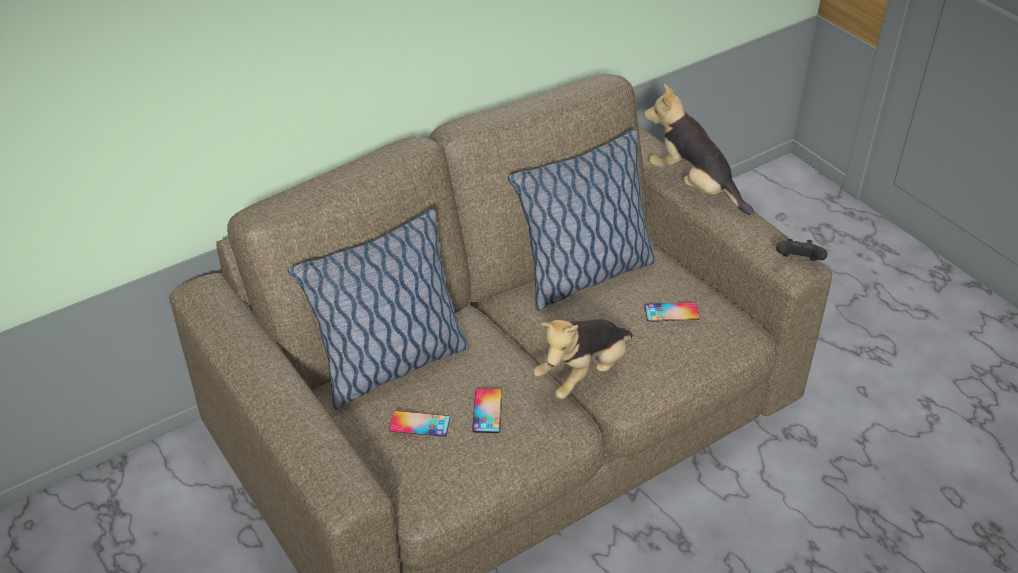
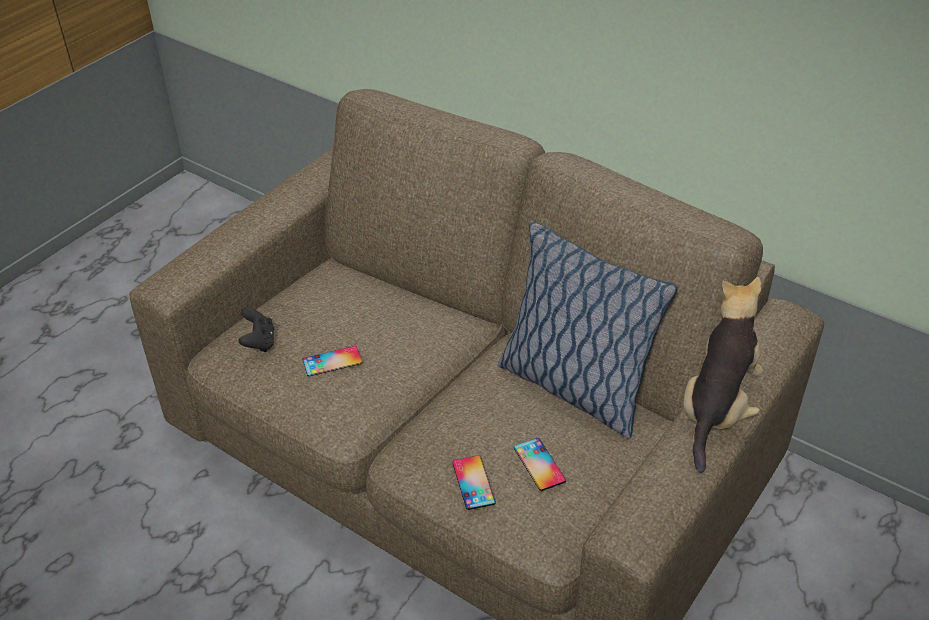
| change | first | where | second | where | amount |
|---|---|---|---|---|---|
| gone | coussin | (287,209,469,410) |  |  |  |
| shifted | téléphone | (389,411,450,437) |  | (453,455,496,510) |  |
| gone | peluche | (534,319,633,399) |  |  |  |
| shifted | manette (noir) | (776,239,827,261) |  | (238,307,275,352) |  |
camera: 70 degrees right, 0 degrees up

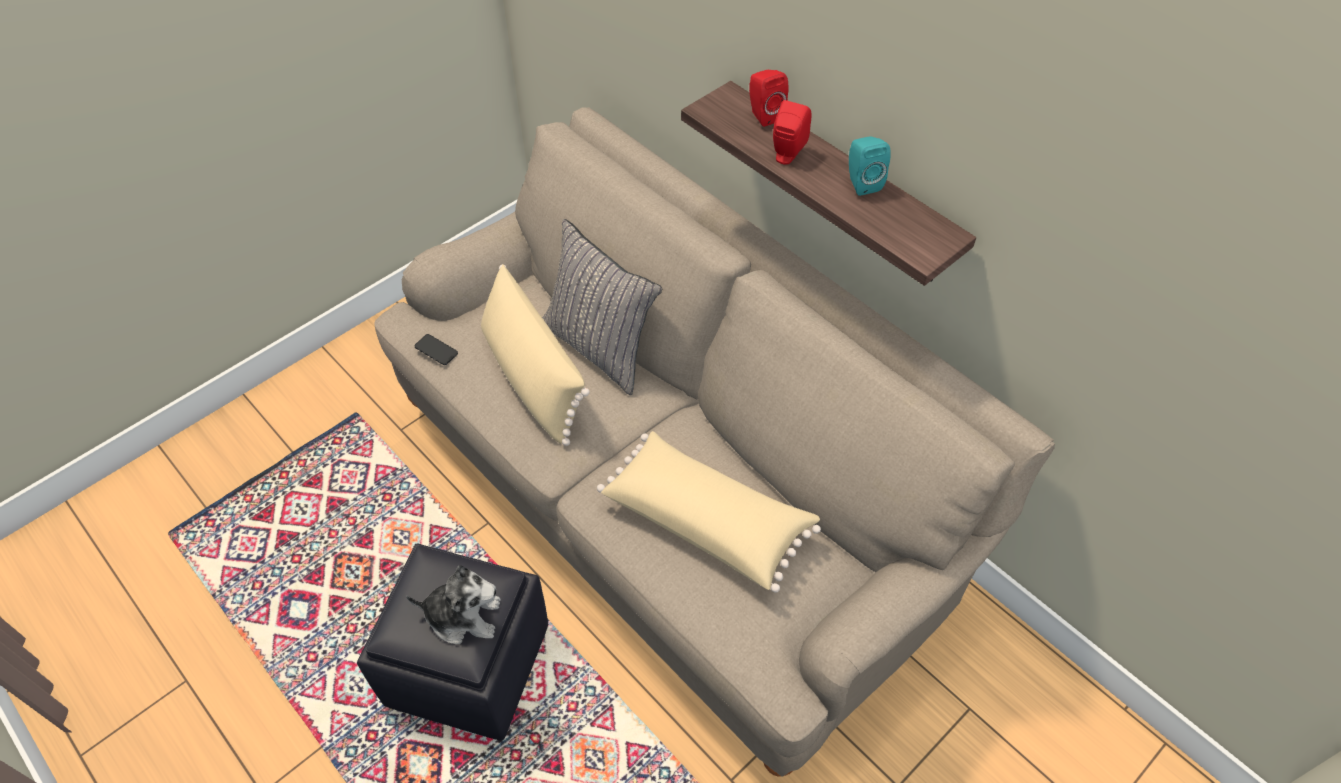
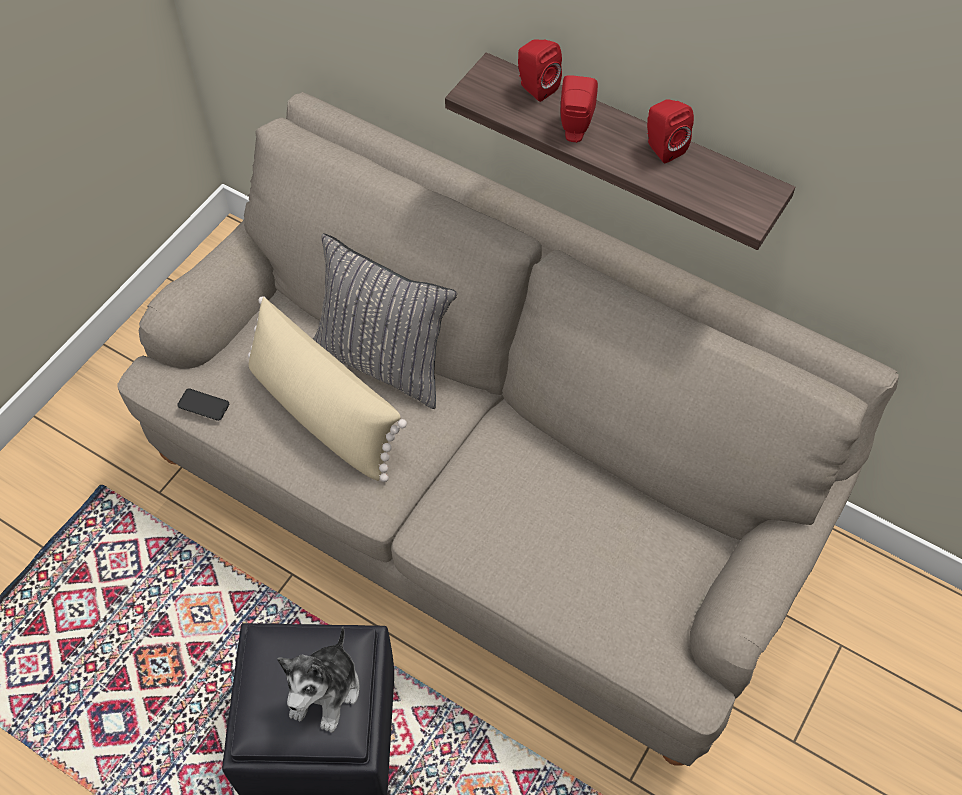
| change | first | where | second | where | amount |
|---|---|---|---|---|---|
| rotated | peluche | (406,565,501,644) |  | (277,627,359,733) | 120 degrees clockwise |
| gone | coussin (beige) | (597,431,821,593) |  |  |  |
| repainted | enceinte (turquoise) | (849,137,891,196) | enceinte (rouge) | (647,99,694,163) |  |
camera: 15 degrees left, 5 degrees up

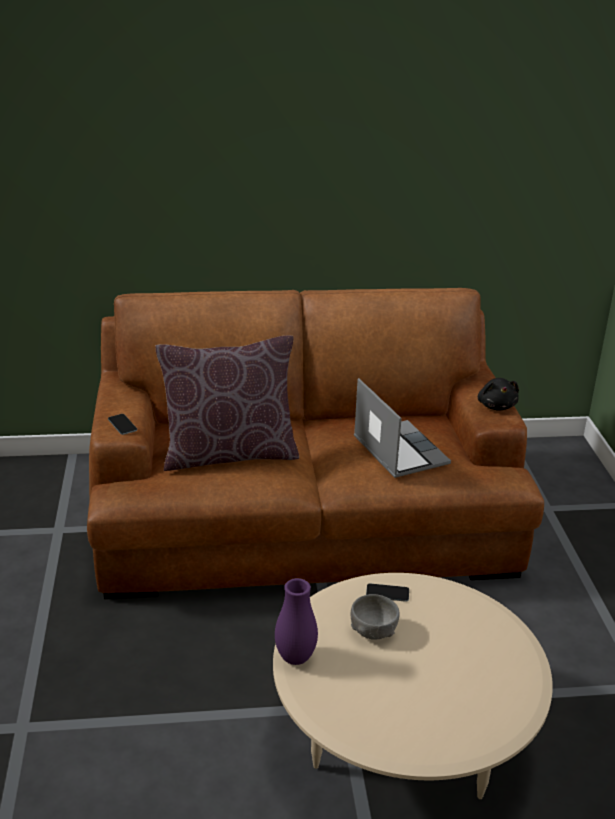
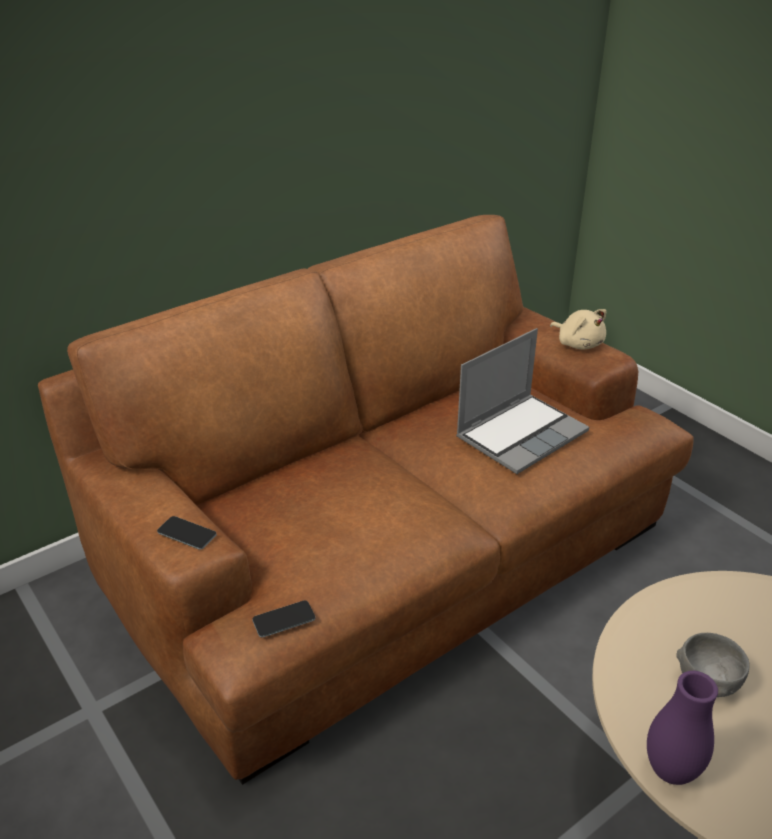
| change | first | where | second | where | amount |
|---|---|---|---|---|---|
| gone | coussin (marron) | (155,336,299,471) |  |  |  |
| rotated | ordinateur portable | (354,378,451,478) |  | (456,328,589,474) | 105 degrees clockwise |
| shifted | téléphone | (366,583,409,602) |  | (252,600,315,638) |  |
| repainted | peluche (noir) | (478,378,519,411) | peluche (beige) | (550,309,606,350) |  |
camera: 30 degrees left, 5 degrees up

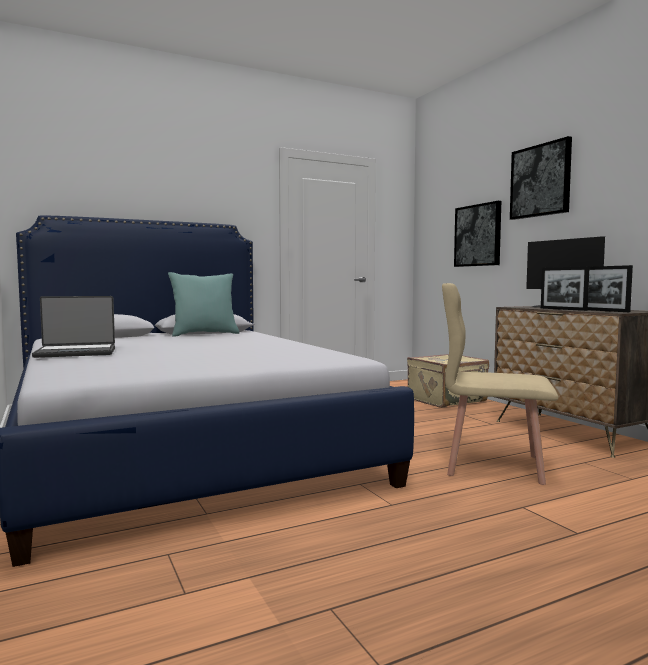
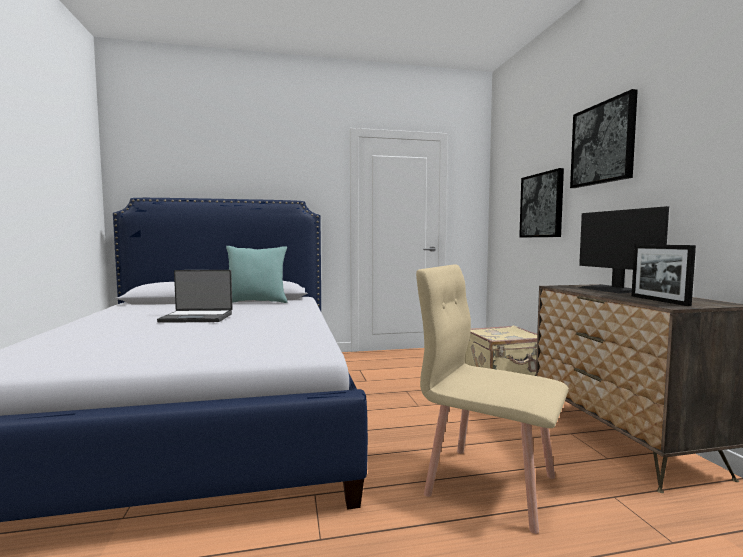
| change | first | where | second | where | amount |
|---|---|---|---|---|---|
| shifted | ordinateur portable | (32,296,115,358) |  | (157,270,233,323) |  |
| gone | cadre photo | (541,266,590,311) |  |  |  |
camera: 15 degrees right, 0 degrees up

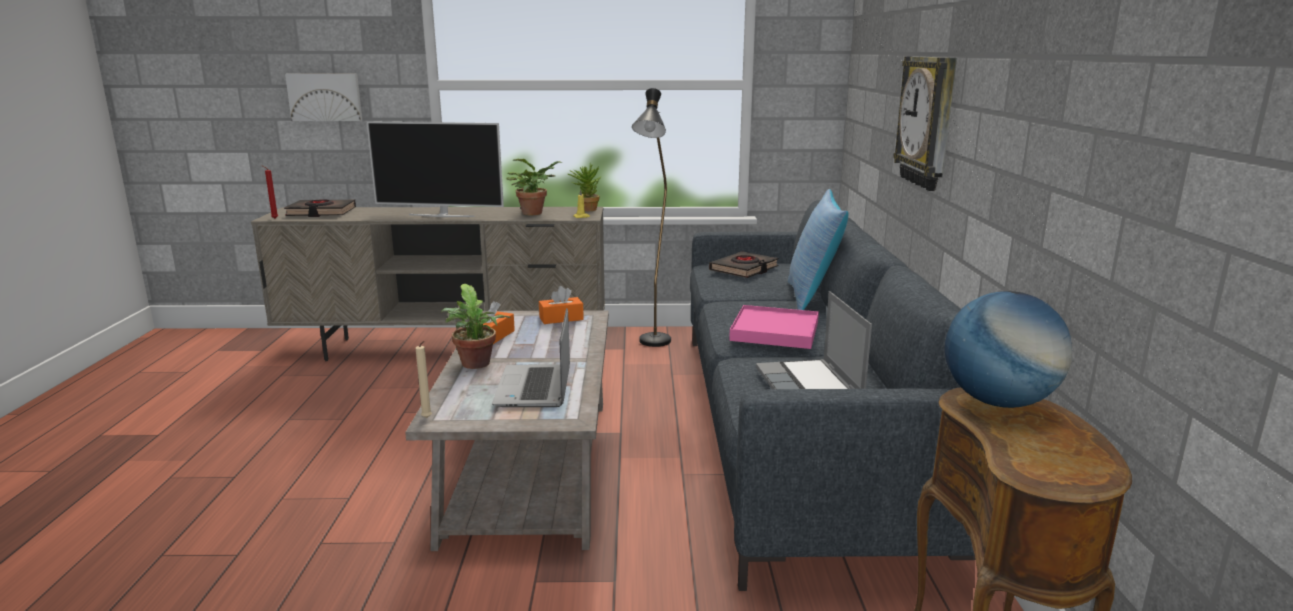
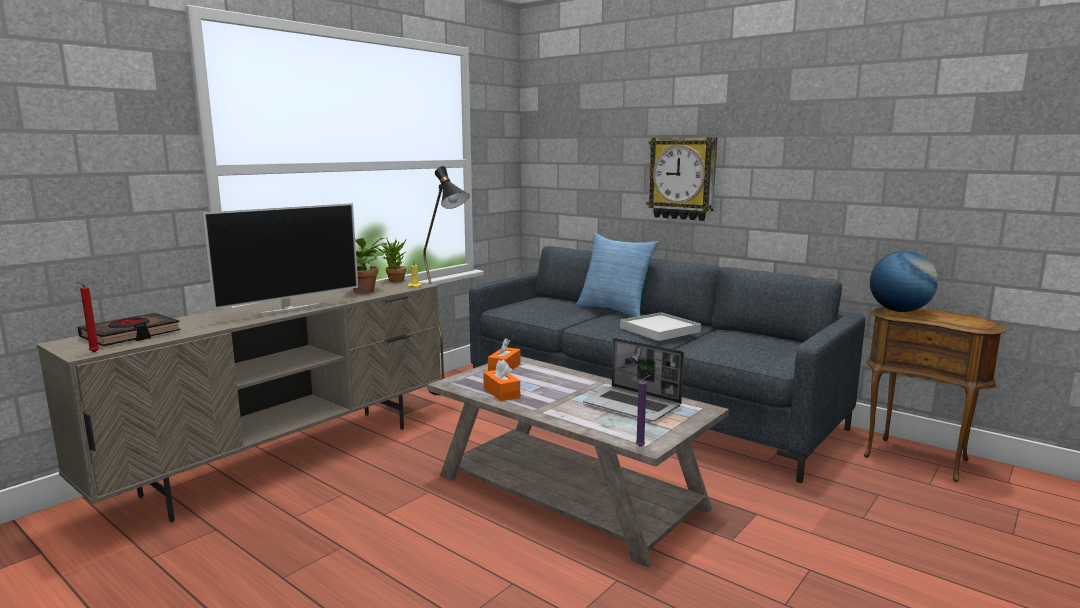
| change | first | where | second | where | amount |
|---|---|---|---|---|---|
| gone | tableau | (285,74,362,121) |  |  |  |
| repainted | bougie (beige) | (416,341,432,418) | bougie (violet) | (636,375,651,447) |  |
| gone | plante en pot | (441,284,511,369) |  |  |  |
| gone | livre (noir) | (709,251,778,278) |  |  |  |
| repainted | plateau (rose) | (729,305,819,349) | plateau (blanc) | (620,312,701,341) |  |
| gone | ordinateur portable | (756,291,872,389) |  |  |  |
camera: 50 degrees left, 5 degrees down

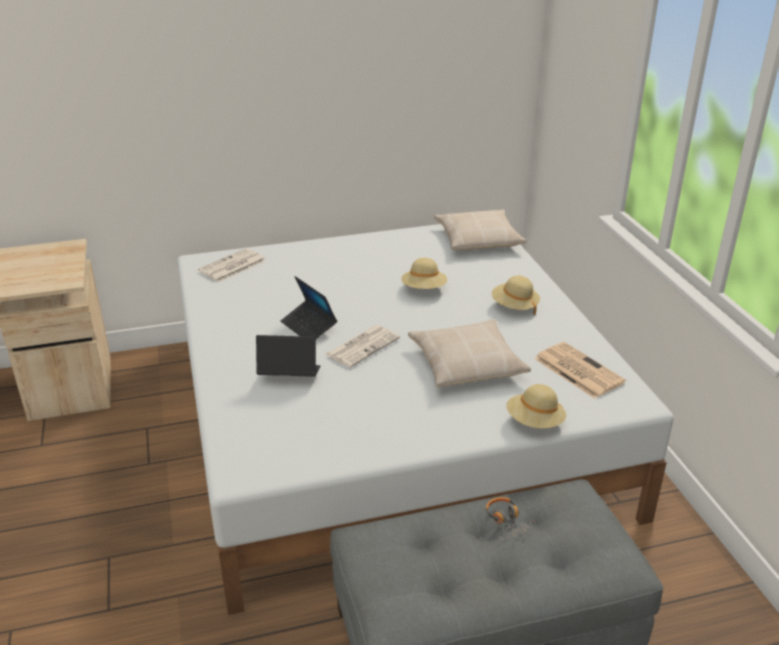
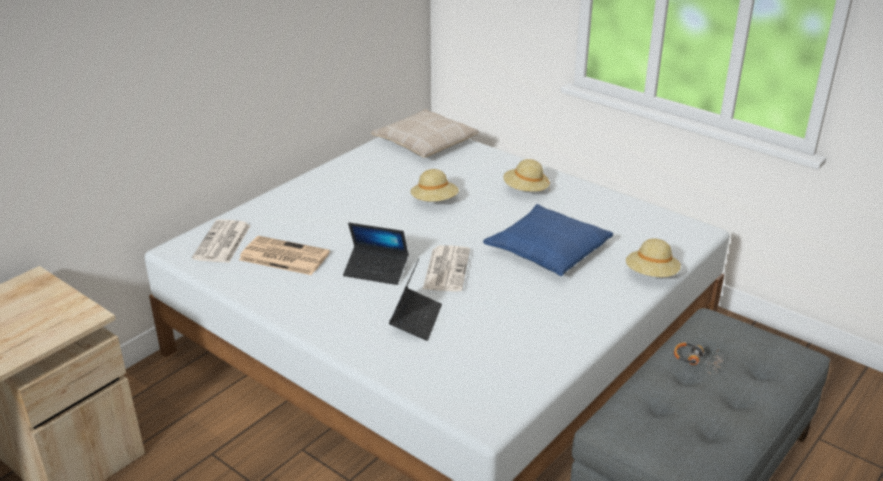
| change | first | where | second | where | amount |
|---|---|---|---|---|---|
| rotated | ordinateur portable | (256,335,320,377) |  | (389,259,442,341) | 135 degrees clockwise |
| repainted | coussin (beige) | (408,319,531,387) | coussin (bleu) | (483,204,613,276) |  |
| shifted | journal | (535,342,626,399) |  | (239,236,330,275) |  |
camera: 35 degrees left, 0 degrees up

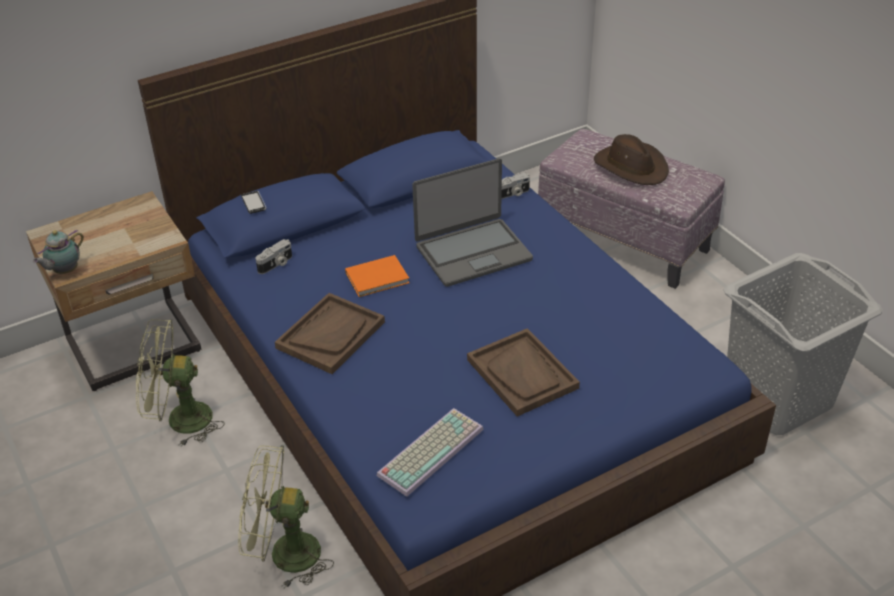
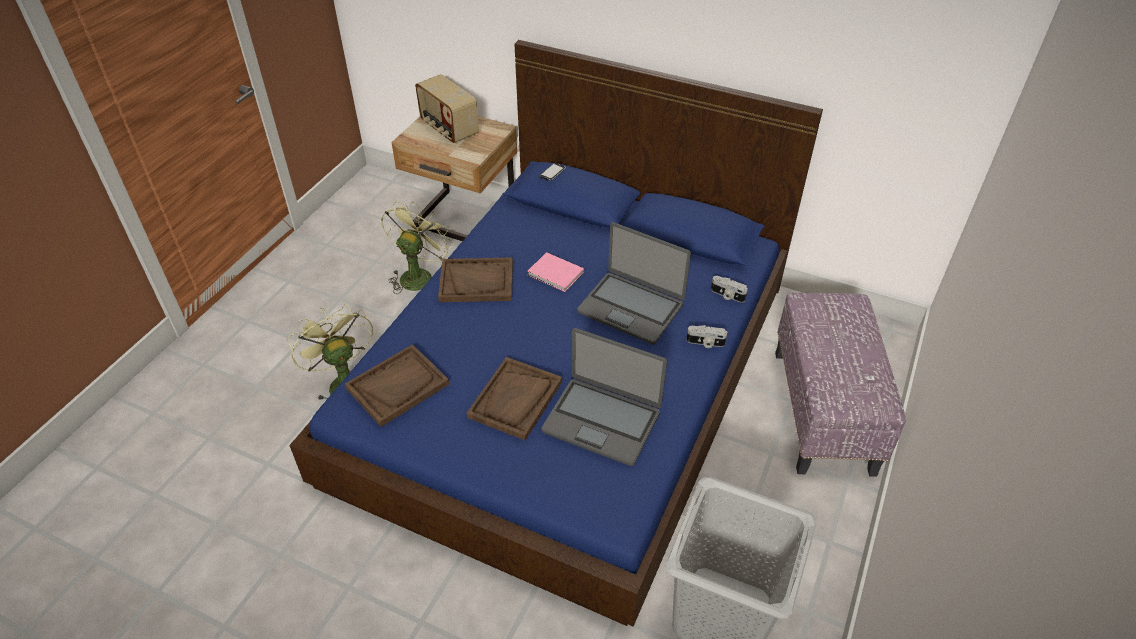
| change | first | where | second | where | amount |
|---|---|---|---|---|---|
| gone | théière | (33,230,84,274) |  |  |  |
| rotated | ventilateur (vert) | (136,319,225,447) |  | (381,201,453,294) | 60 degrees clockwise |
| shifted | appareil photo | (255,239,292,274) |  | (686,326,727,348) |  |
| repainted | livre (orange) | (345,255,409,297) | livre (rose) | (528,252,584,292) |  |
| swapped | clavier | (377,408,484,497) | plateau (marron) | (345,344,449,427) |  |
| gone | chapeau (marron) | (594,134,669,185) |  |  |  |
| new |  |  | radio | (415,74,479,143) |  |
| new |  |  | ordinateur portable | (542,328,667,466) |  |
camera: 55 degrees right, 5 degrees up

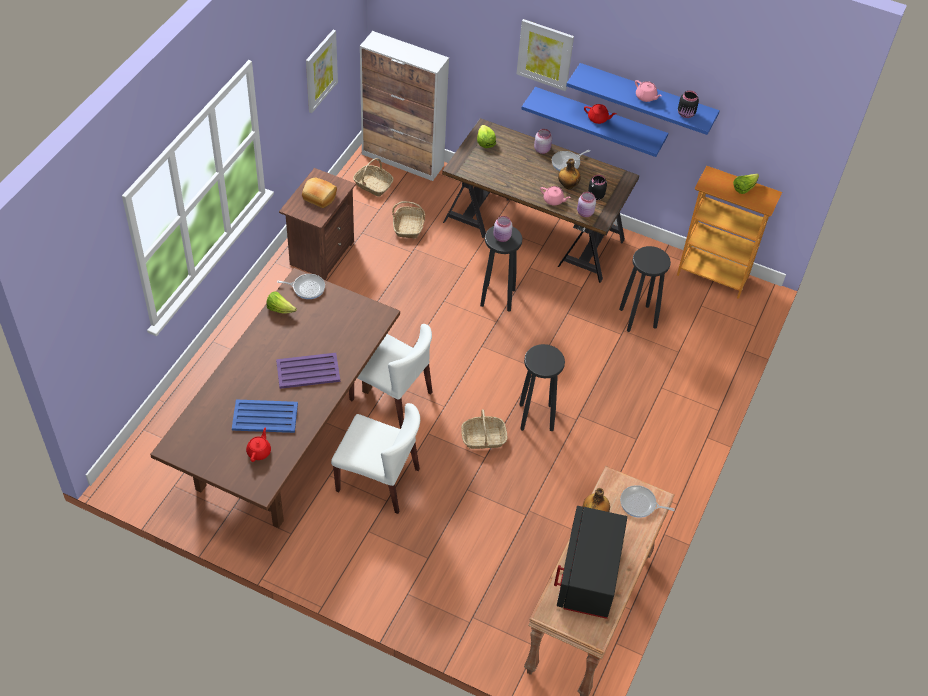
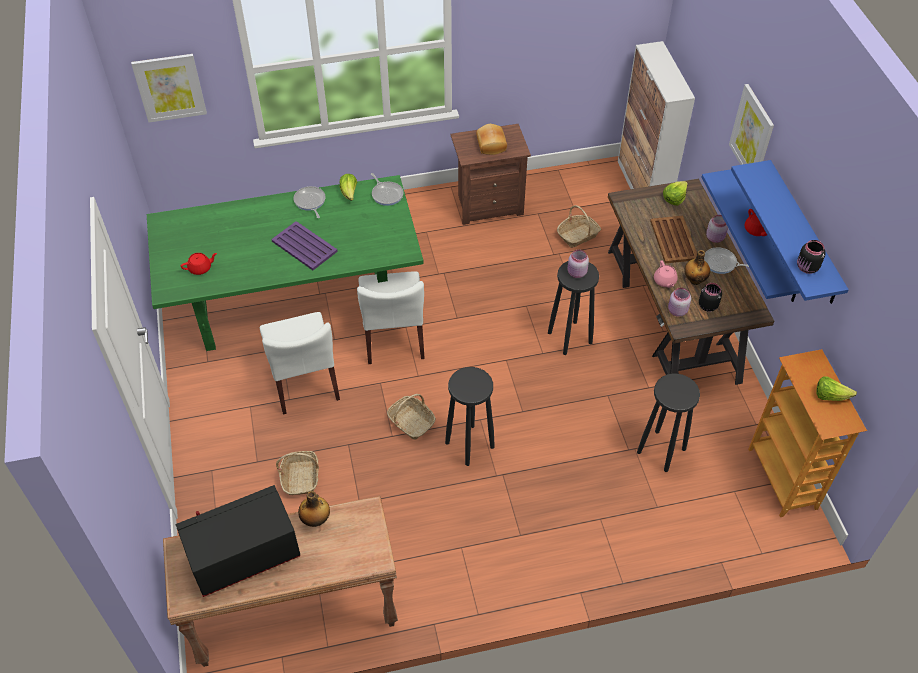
| change | first | where | second | where | amount |
|---|---|---|---|---|---|
| repainted | table à manger (marron) | (150,268,400,528) | table à manger (vert) | (147,175,424,351) |  |
| gone | plateau (bleu) | (232,400,298,433) |  |  |  |
| shifted | tableau | (306,30,338,113) |  | (131,54,207,122) |  |
| shifted | panier | (353,158,394,196) |  | (276,451,319,495) |  |
| shifted | poêle | (620,485,675,518) |  | (294,186,325,218) |  |
| gone | théière (rose) | (635,80,662,102) |  |  |  |
| new |  |  | plateau (marron) | (650,216,697,263) |  |
camera: 55 degrees right, 0 degrees up

